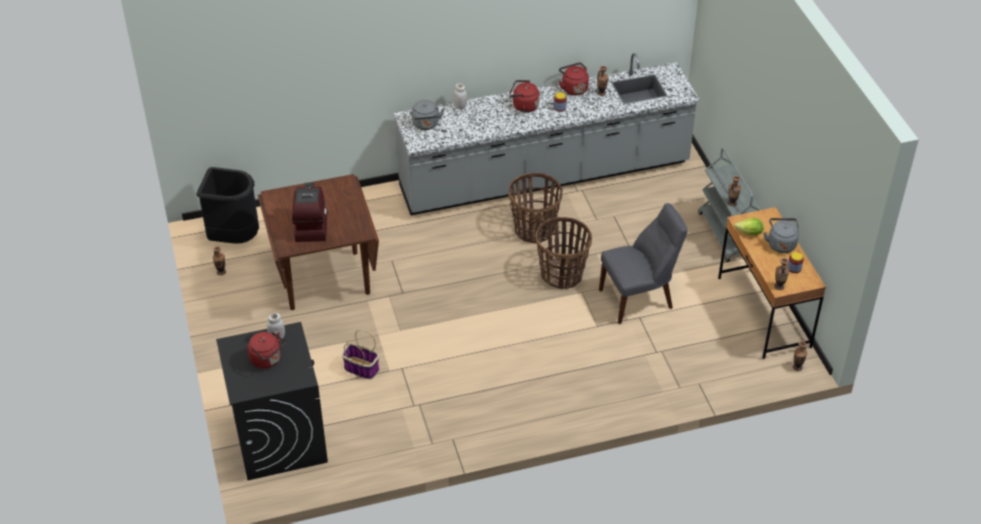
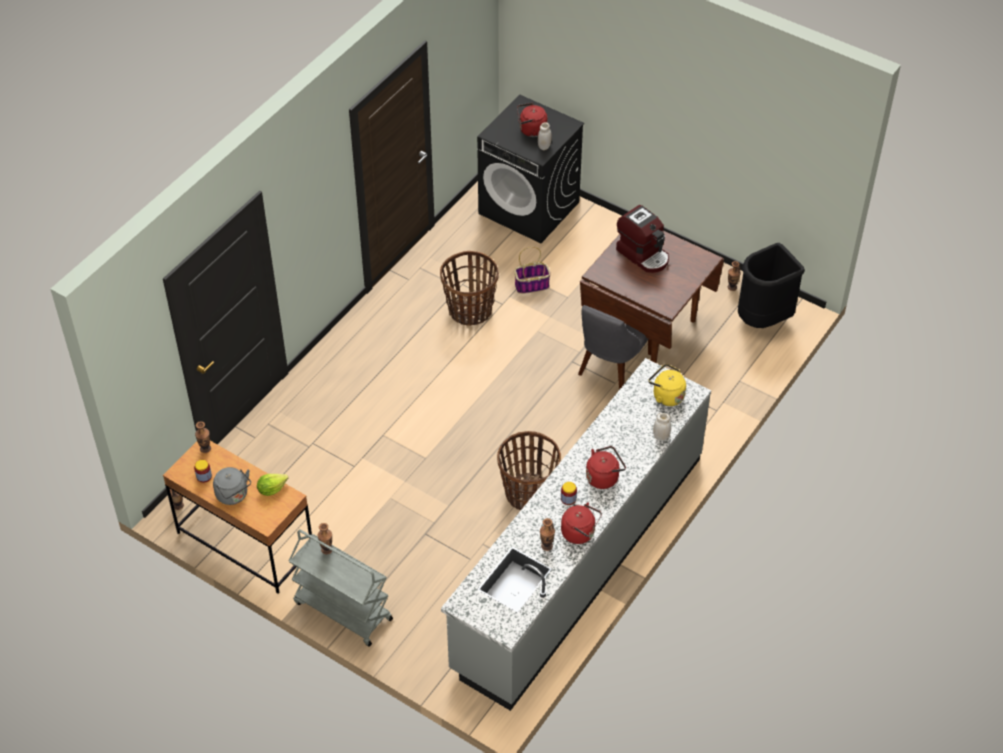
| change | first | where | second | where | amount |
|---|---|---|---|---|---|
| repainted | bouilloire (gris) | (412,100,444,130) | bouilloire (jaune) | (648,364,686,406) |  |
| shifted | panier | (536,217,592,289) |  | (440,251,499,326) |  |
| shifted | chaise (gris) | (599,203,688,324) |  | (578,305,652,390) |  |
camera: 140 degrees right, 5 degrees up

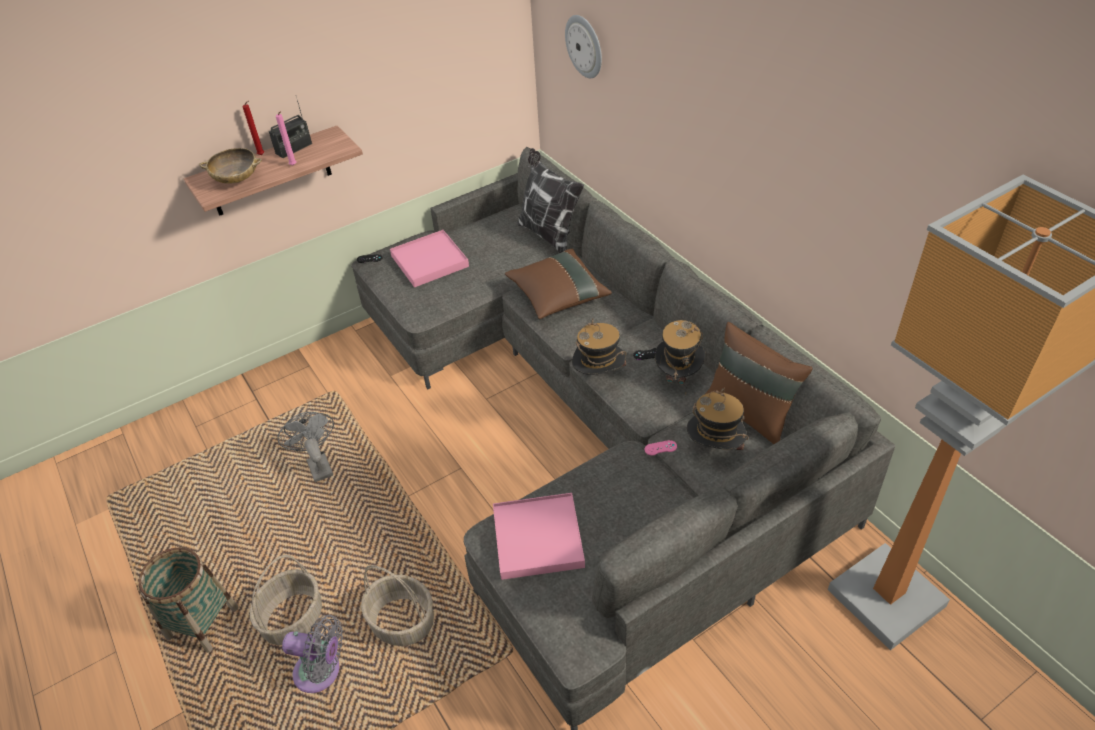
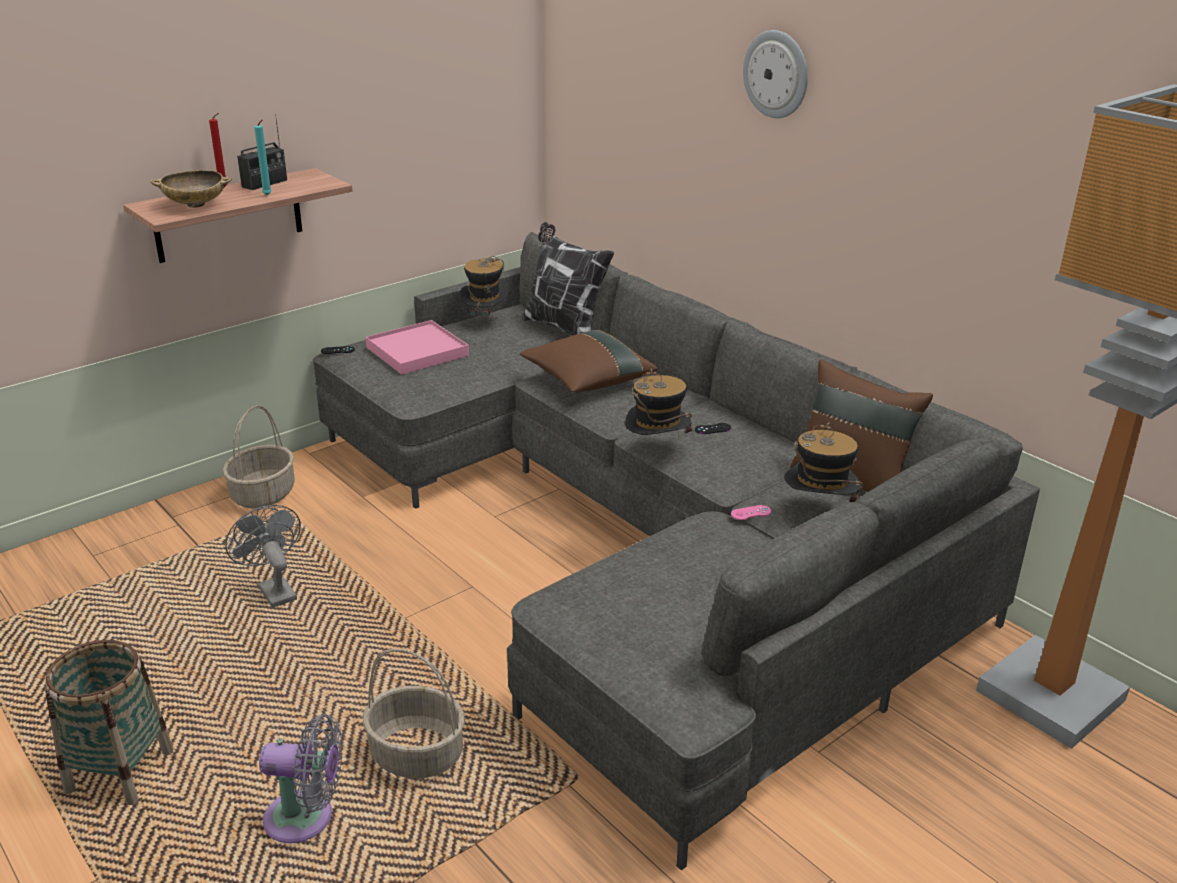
| change | first | where | second | where | amount |
|---|---|---|---|---|---|
| shifted | panier | (250,555,322,645) |  | (222,405,295,509) |  |
| repainted | bougie (rose) | (276,112,296,166) | bougie (turquoise) | (254,120,272,196) |  |
| gone | plateau (rose) | (493,493,585,580) |  |  |  |
| shifted | horloge murale | (565,15,602,78) |  | (743,30,808,118) |  |
| shifted | chapeau | (655,320,705,396) |  | (459,256,510,317) |  |
camera: 10 degrees left, 15 degrees down

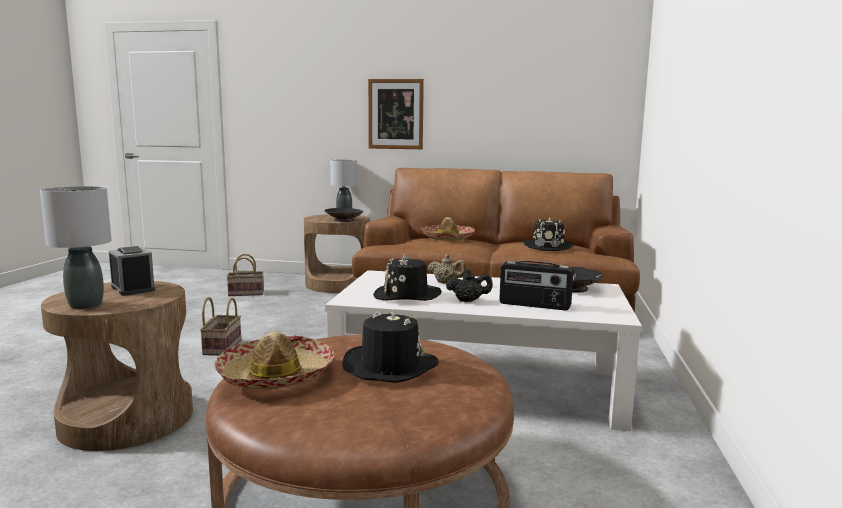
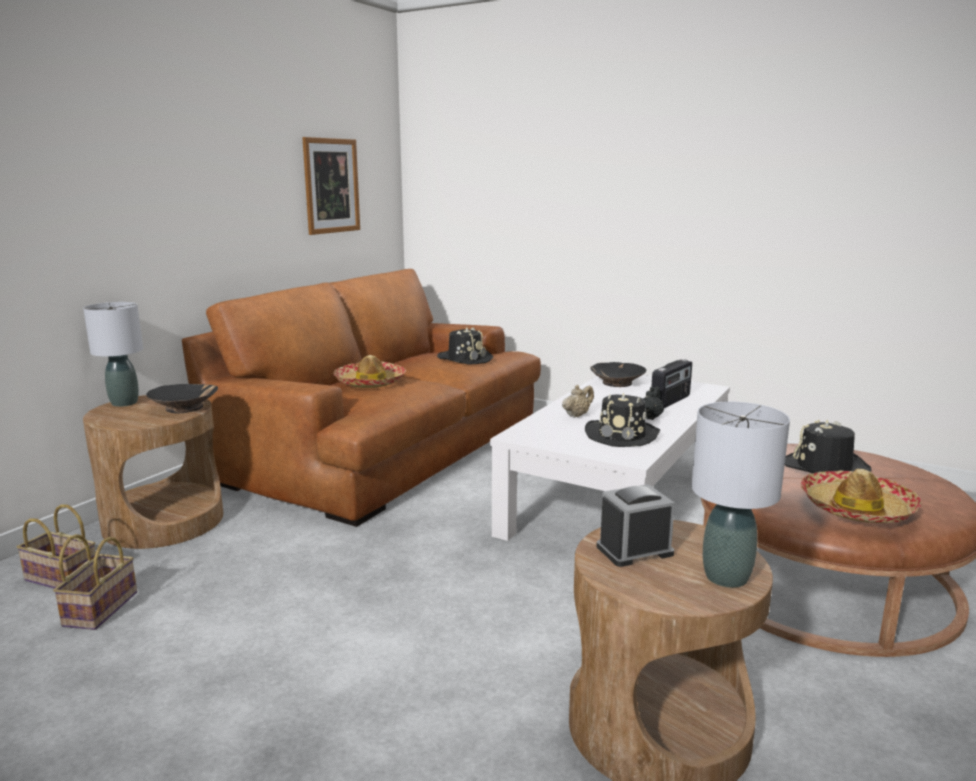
| change | first | where | second | where | amount |
|---|---|---|---|---|---|
| shifted | panier | (200,297,241,356) |  | (17,504,96,589) |  |
| shifted | tableau | (368,79,424,149) |  | (302,137,360,235) |  |
camera: 70 degrees left, 5 degrees up

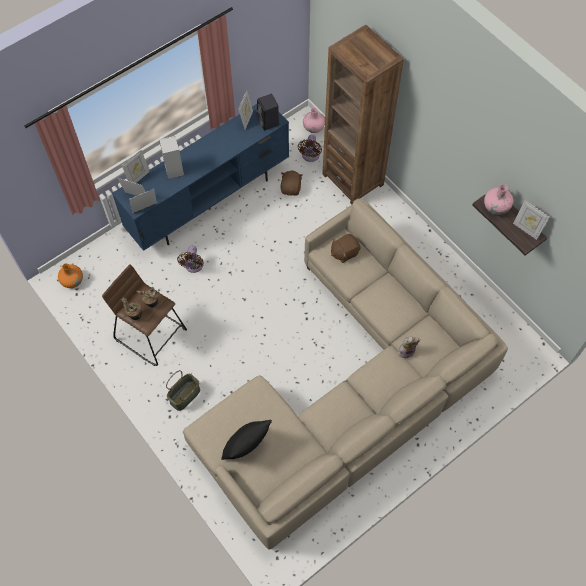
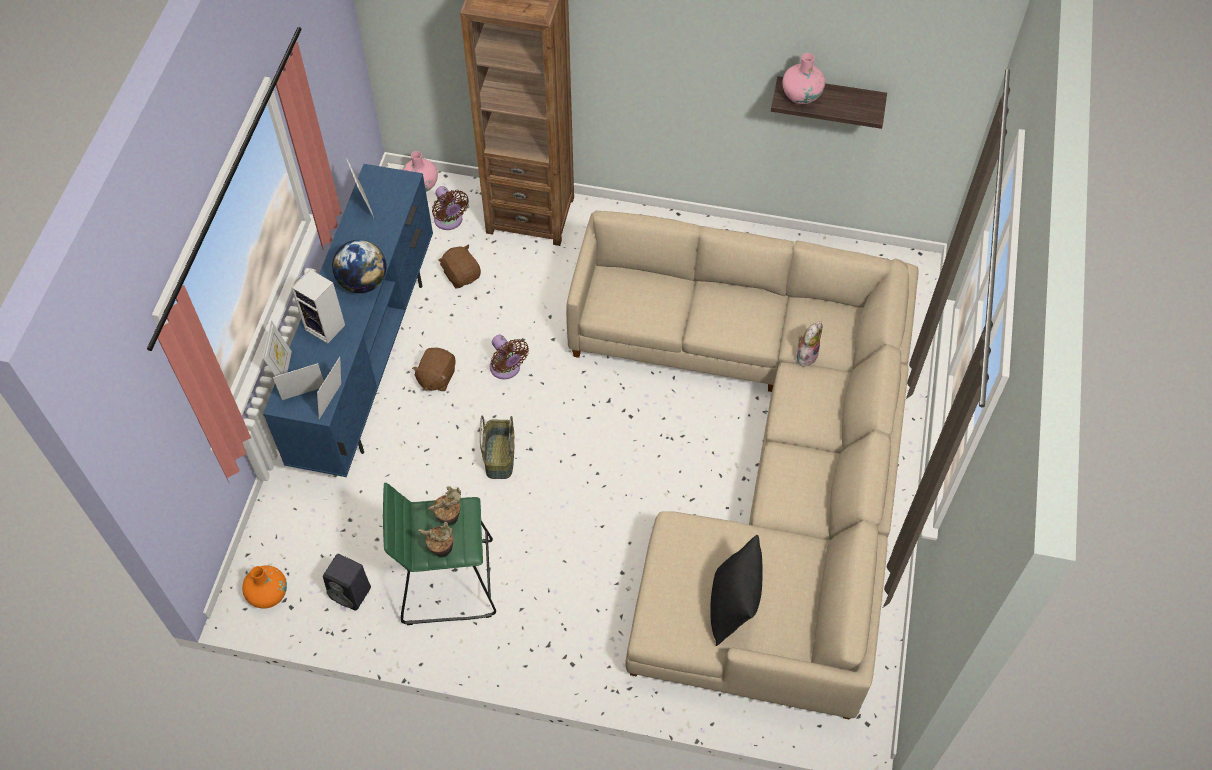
| change | first | where | second | where | amount |
|---|---|---|---|---|---|
| repainted | tabouret (marron) | (102,264,187,366) | tabouret (vert) | (383,483,496,625) |  |
| shifted | panier | (166,370,200,411) |  | (480,415,515,479) |  |
| shifted | ventilateur (marron) | (177,245,204,273) |  | (490,335,529,379) |  |
| shifted | enceinte (noir) | (256,94,279,131) |  | (323,554,371,611) |  |
| shifted | peluche (marron) | (331,234,360,263) |  | (412,347,456,391) |  |
| gone | cadre photo | (513,200,549,240) |  |  |  |
| new |  |  | globe | (332,240,386,293) |  |
camera: 40 degrees left, 5 degrees down

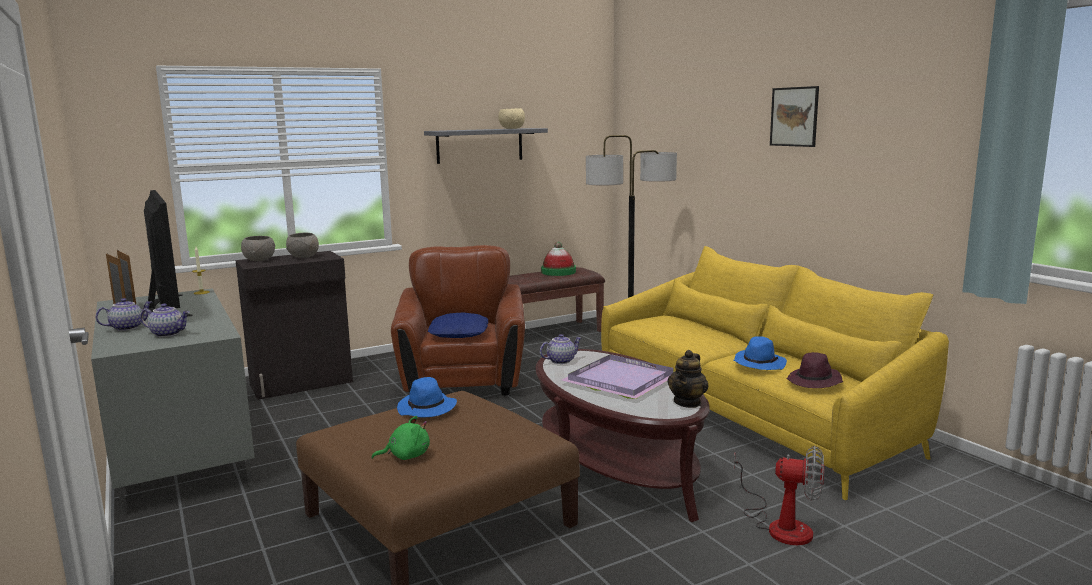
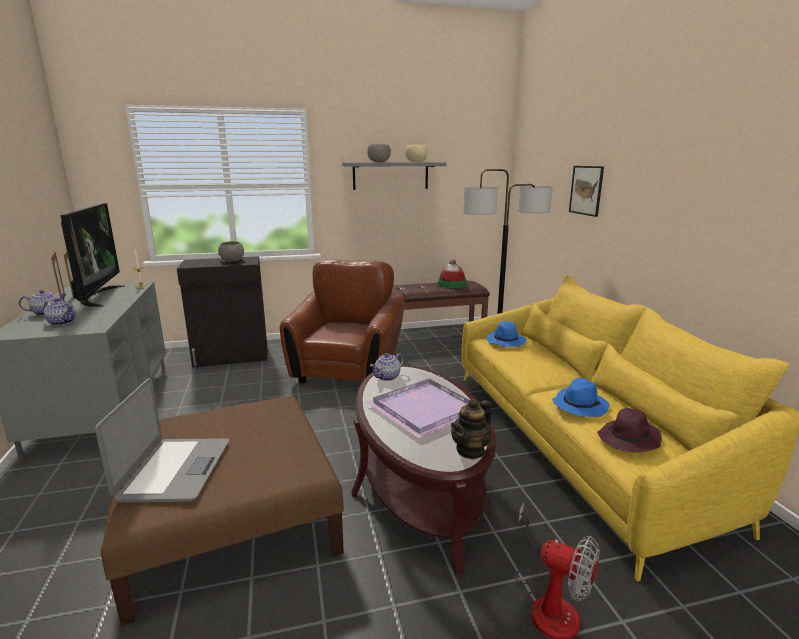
| change | first | where | second | where | amount |
|---|---|---|---|---|---|
| shifted | bol (gris) | (241,236,275,261) |  | (367,144,391,162) |  |
| swapped | peluche (vert) | (371,416,430,460) | ordinateur portable | (95,378,229,503) |  |
| shifted | chapeau (bleu) | (397,377,457,417) |  | (487,321,527,347) |  |
| gone | coussin (bleu) | (428,312,488,338) |  |  |  |
| rotated | théière | (540,334,581,364) |  | (370,353,404,381) | 150 degrees clockwise |
| shifted | tableau | (770,86,819,147) |  | (569,166,604,217) |  |
camera: 15 degrees right, 5 degrees up

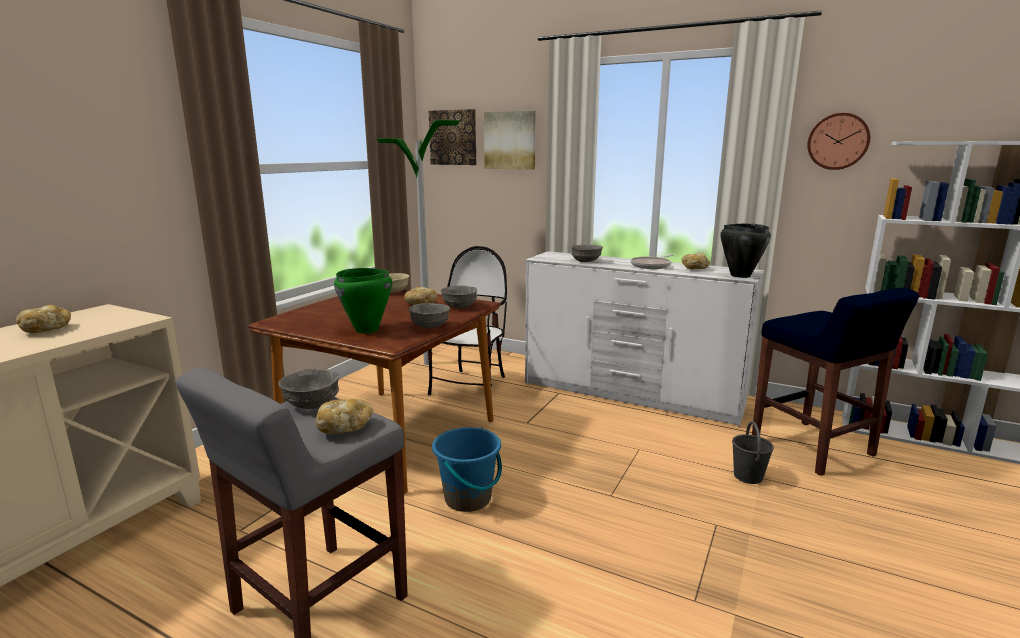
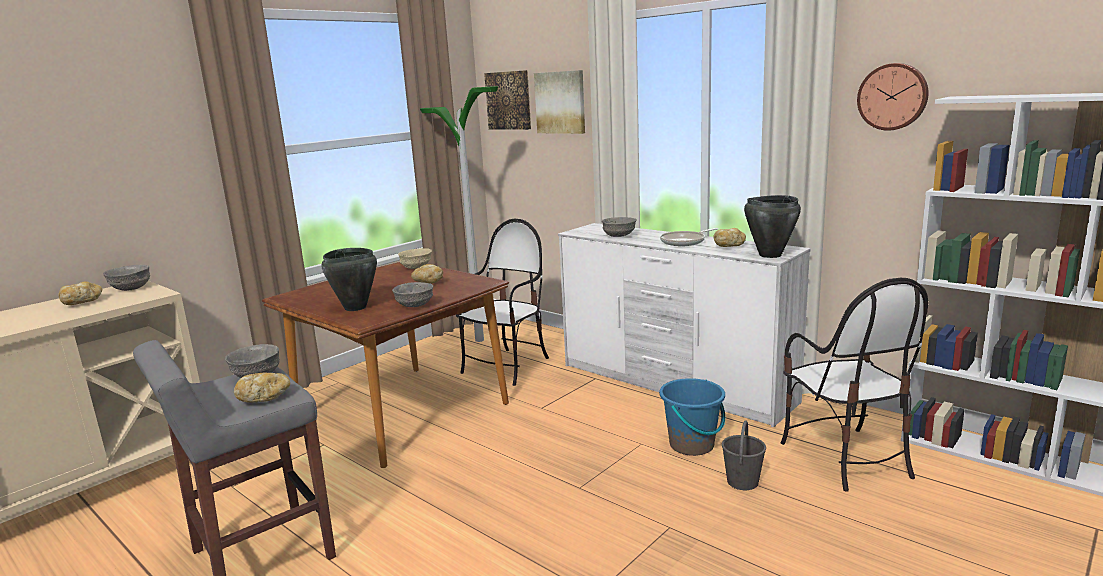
| change | first | where | second | where | amount |
|---|---|---|---|---|---|
| repainted | marmite (vert) | (334,268,392,334) | marmite (noir) | (321,248,377,311) |  |
| shifted | seau (bleu) | (432,427,502,512) |  | (659,378,725,456) |  |
| shifted | bol (gris) | (441,285,478,308) |  | (103,265,150,291) |  |
| swapped | tabouret (bleu) | (752,288,919,476) | chaise | (781,278,928,492) |  |
camera: 15 degrees right, 0 degrees up

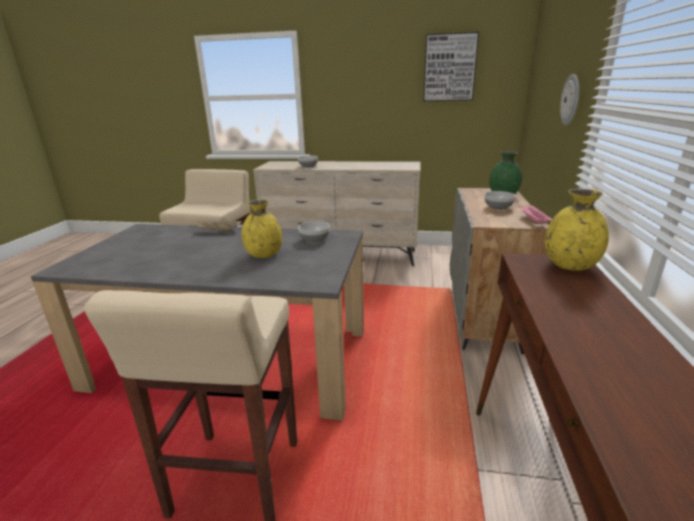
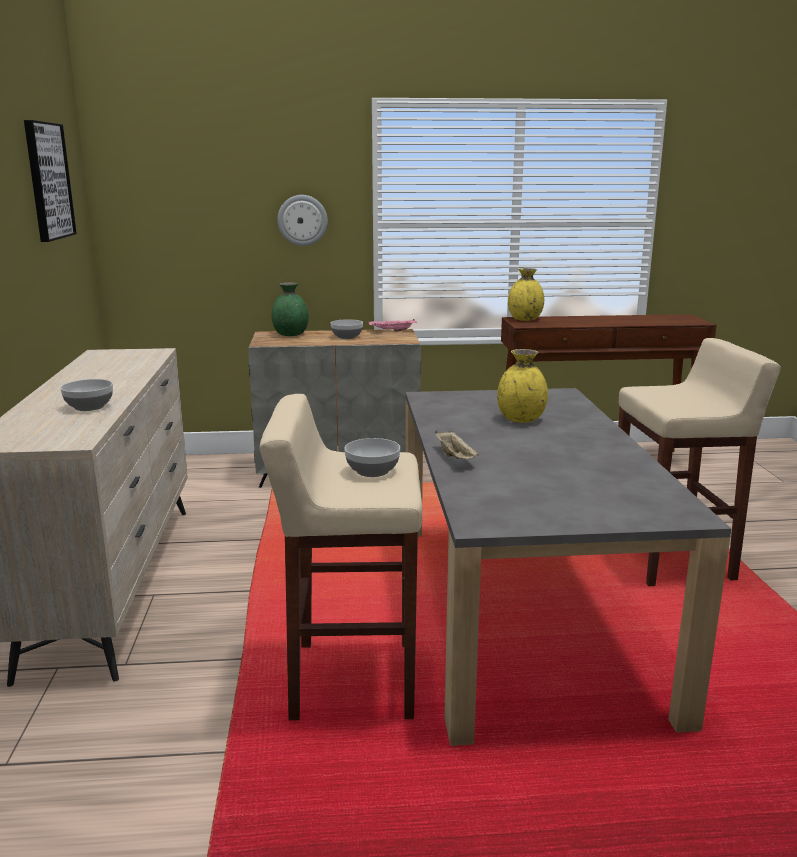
| change | first | where | second | where | amount |
|---|---|---|---|---|---|
| shifted | bol | (298,221,330,243) |  | (344,438,400,477) |  |
camera: 105 degrees left, 5 degrees down

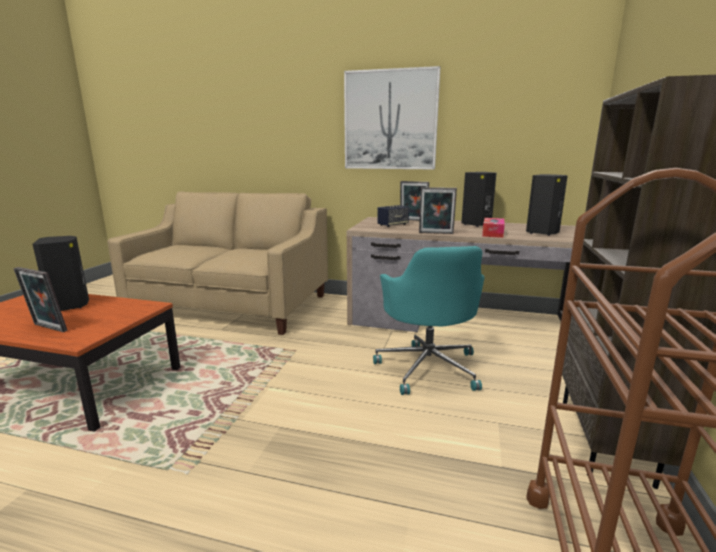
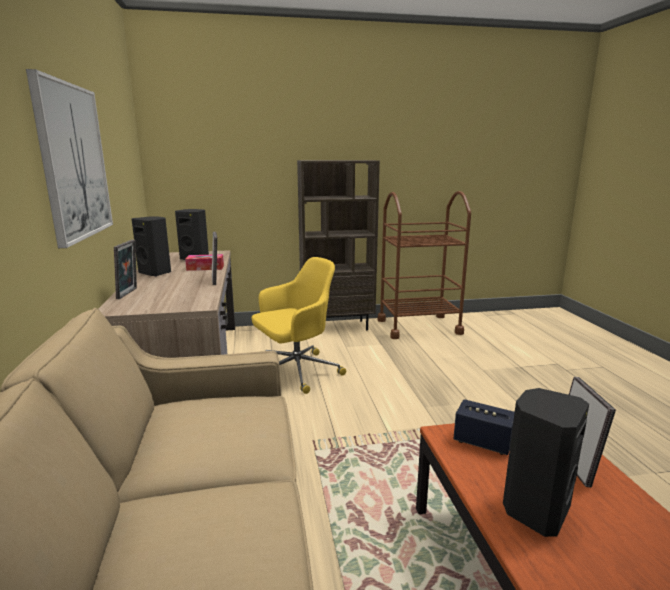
| change | first | where | second | where | amount |
|---|---|---|---|---|---|
| repainted | chaise de bureau (turquoise) | (373,246,484,395) | chaise de bureau (jaune) | (252,257,346,394) |  |
| shifted | enceinte | (377,205,409,227) |  | (454,399,515,455) |  |
camera: 115 degrees left, 0 degrees up

